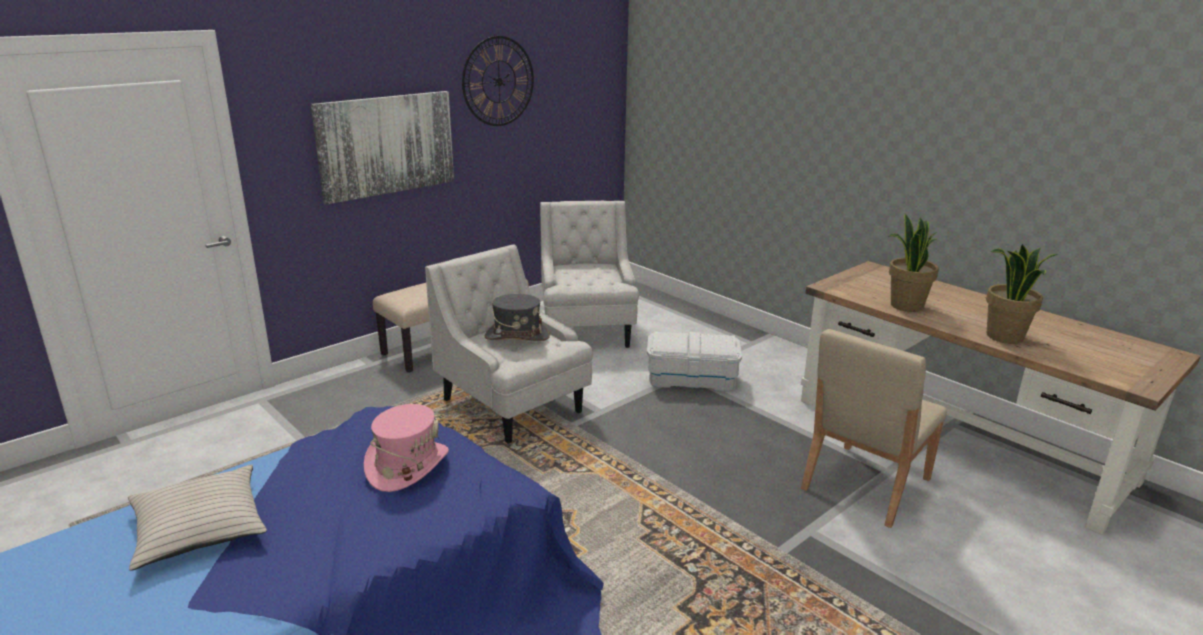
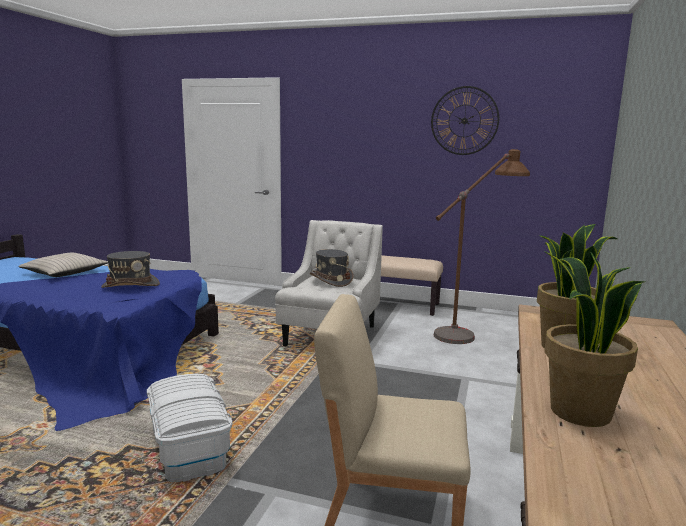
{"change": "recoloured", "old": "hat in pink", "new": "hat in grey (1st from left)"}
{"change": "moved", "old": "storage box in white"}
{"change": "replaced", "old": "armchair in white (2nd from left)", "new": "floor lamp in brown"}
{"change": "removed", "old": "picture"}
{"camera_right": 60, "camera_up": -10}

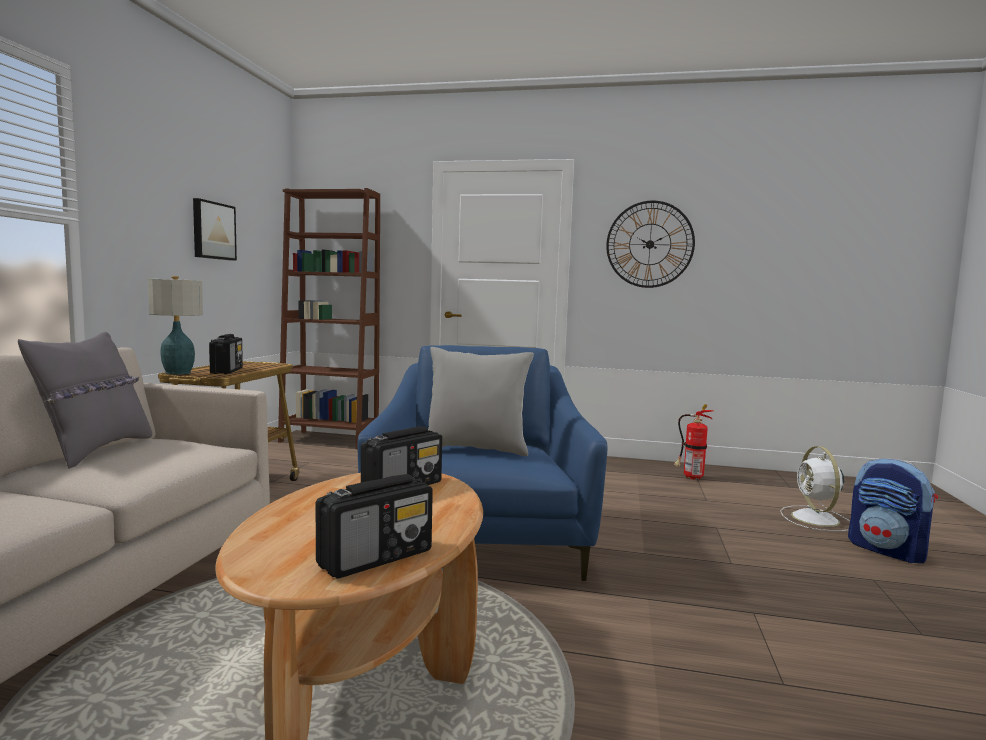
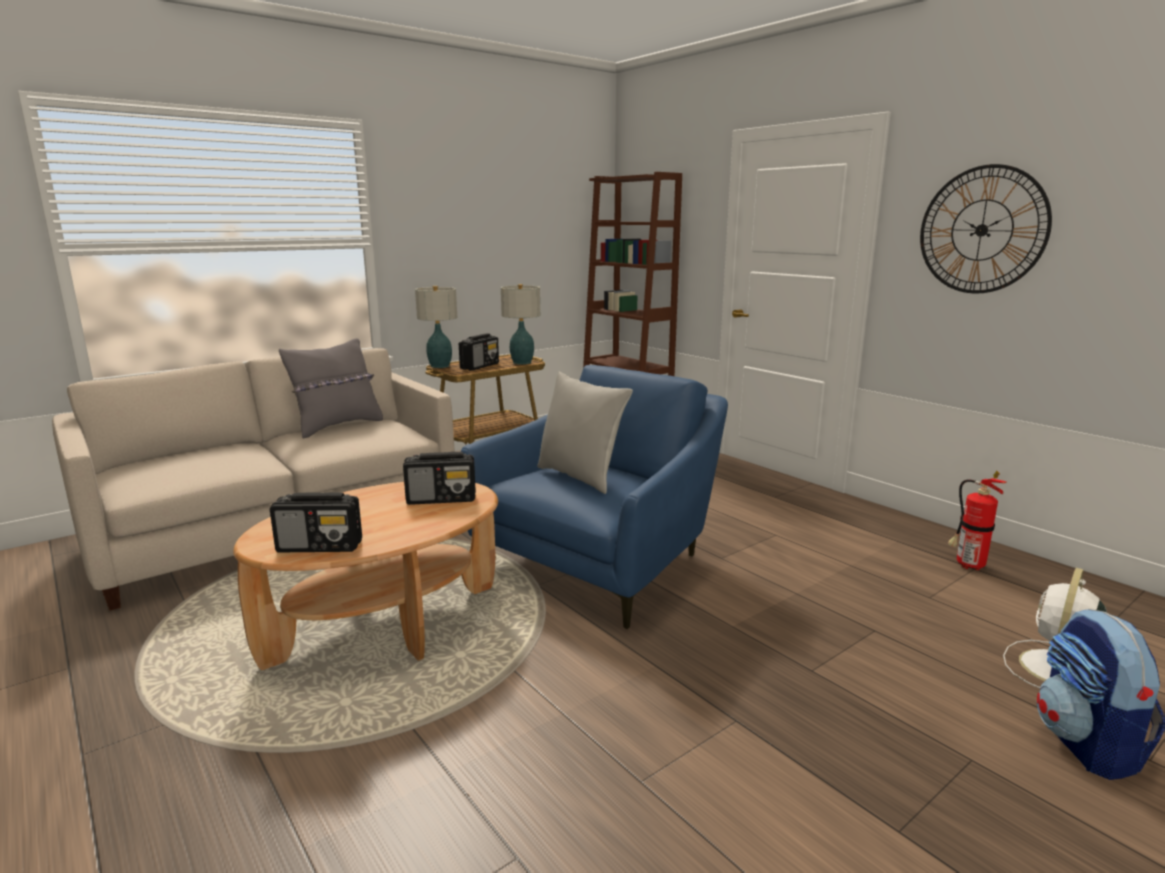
{"change": "added", "new": "table lamp (2nd from left)"}
{"change": "removed", "old": "picture"}
{"camera_right": 40, "camera_up": 10}

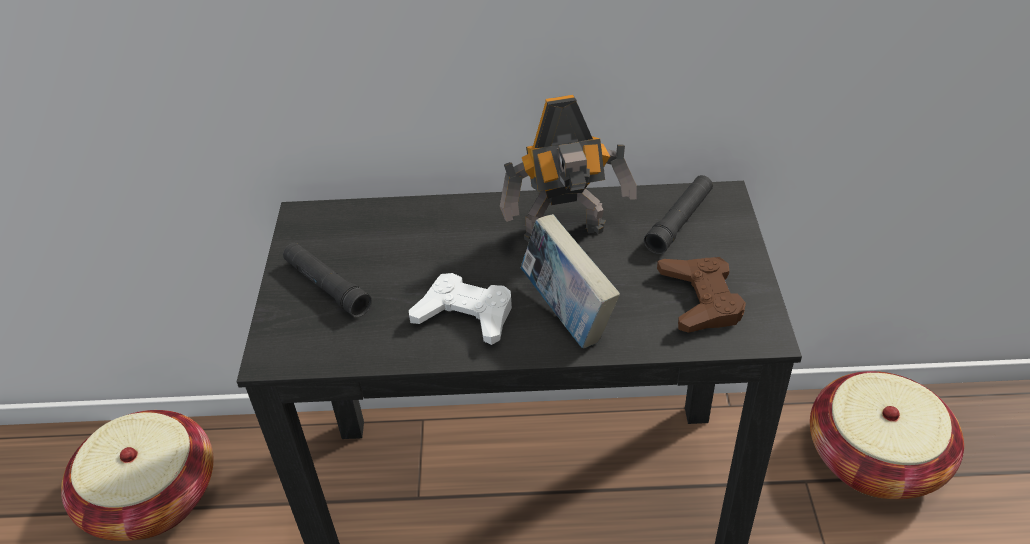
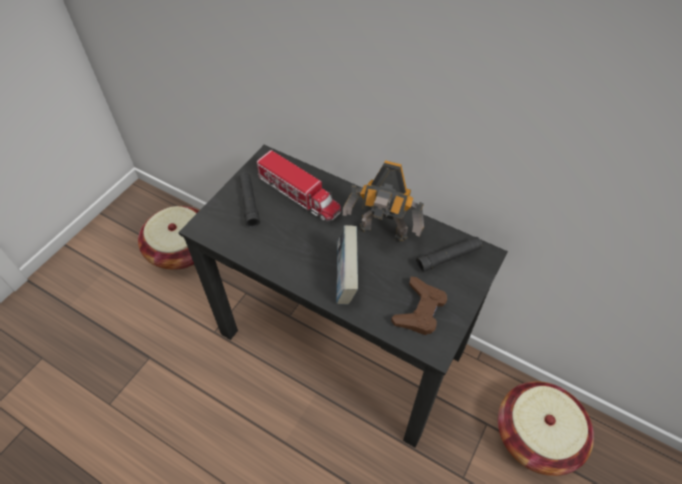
{"change": "added", "new": "toy truck"}
{"change": "removed", "old": "game controller in white"}
{"camera_right": 30, "camera_up": 10}

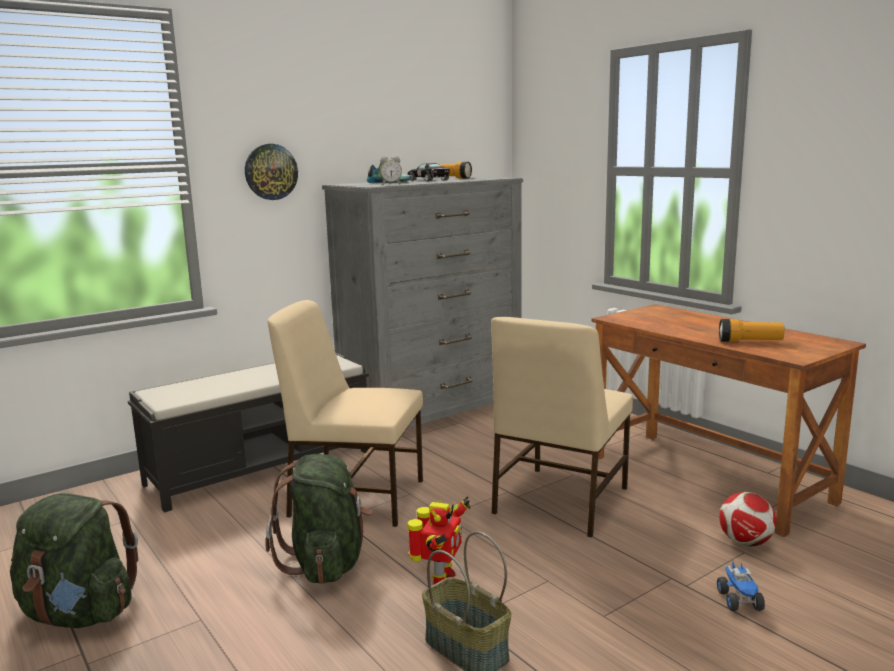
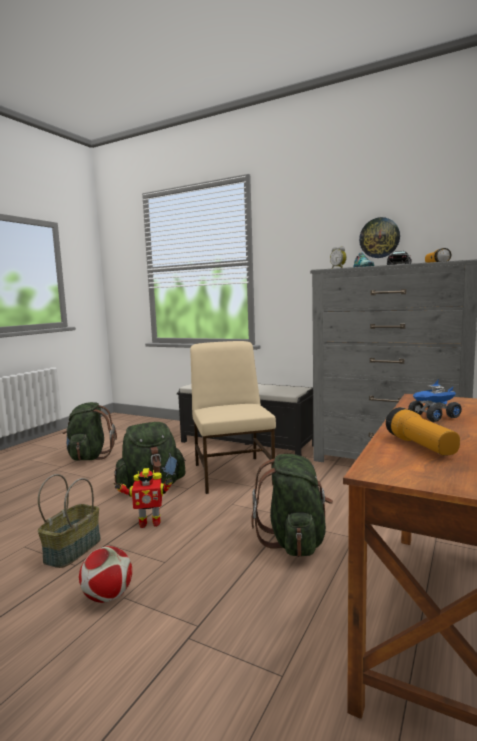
{"change": "moved", "old": "football"}
{"change": "replaced", "old": "chair in beige (2nd from left)", "new": "backpack in green (3rd from left)"}
{"change": "moved", "old": "wall clock"}
{"change": "moved", "old": "toy truck"}
{"camera_right": 65, "camera_up": -5}

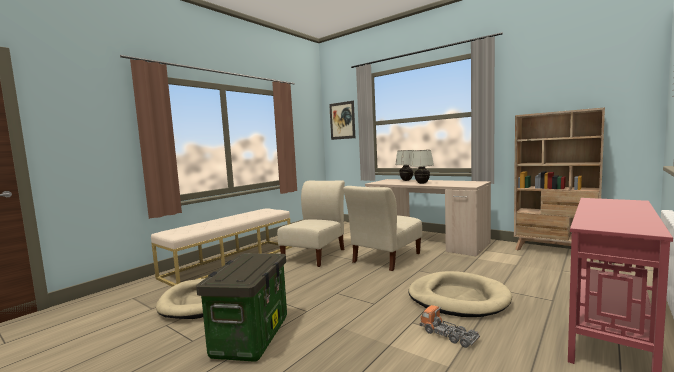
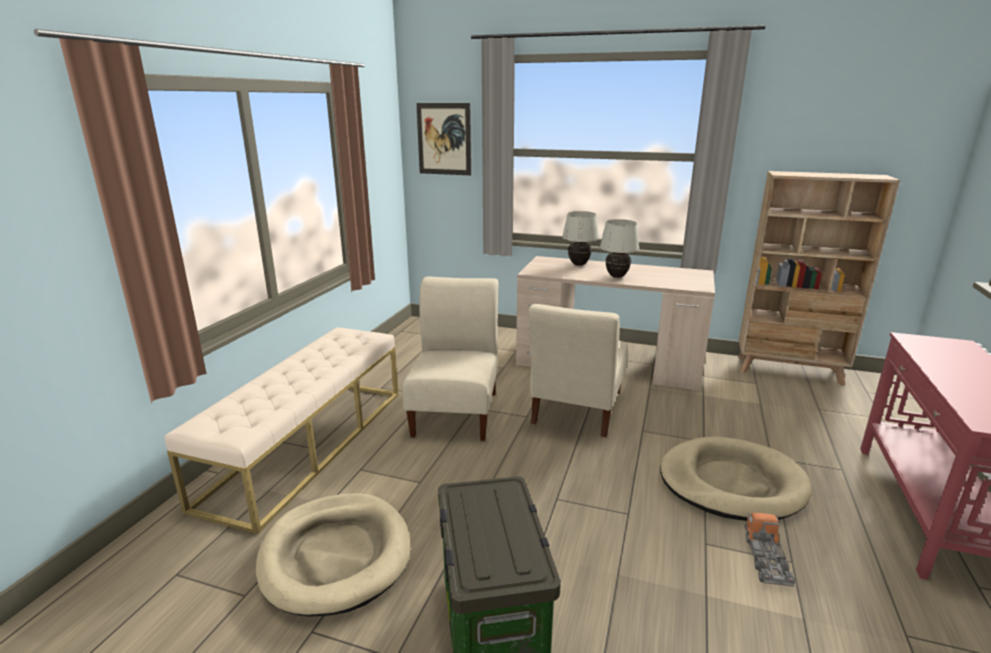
{"change": "turned", "old": "toy truck", "degrees": 75}
{"camera_right": -20, "camera_up": 15}

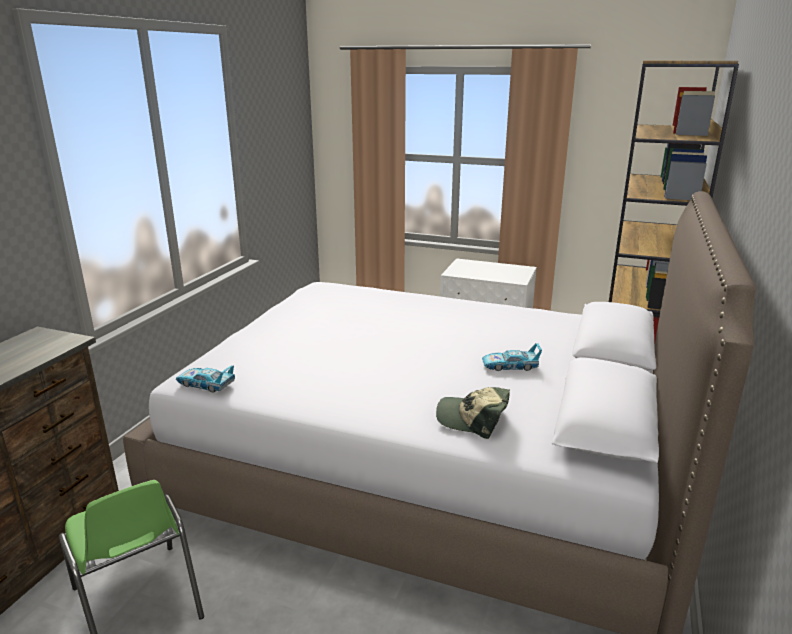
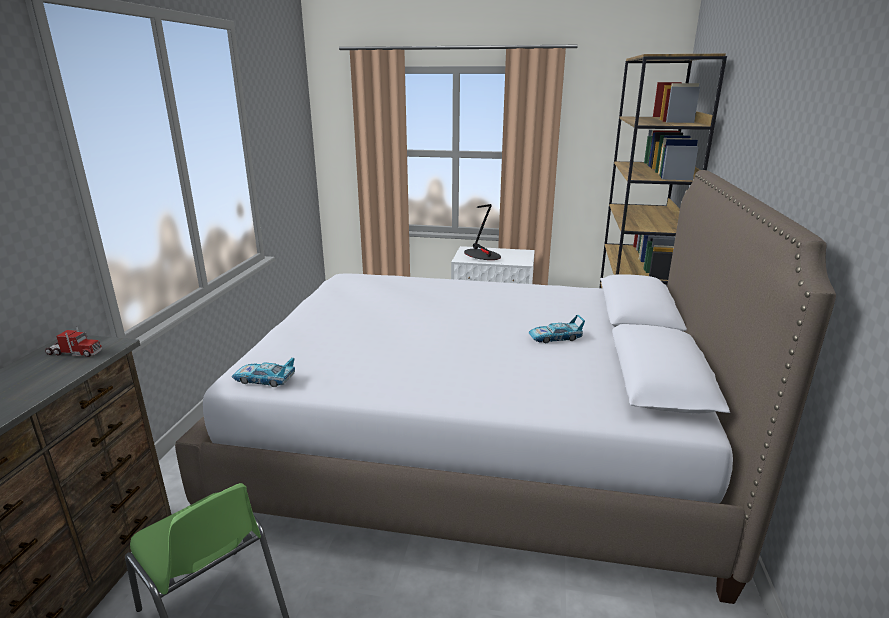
{"change": "added", "new": "toy truck"}
{"change": "added", "new": "table lamp"}
{"change": "removed", "old": "cap"}
{"camera_right": -10, "camera_up": 0}

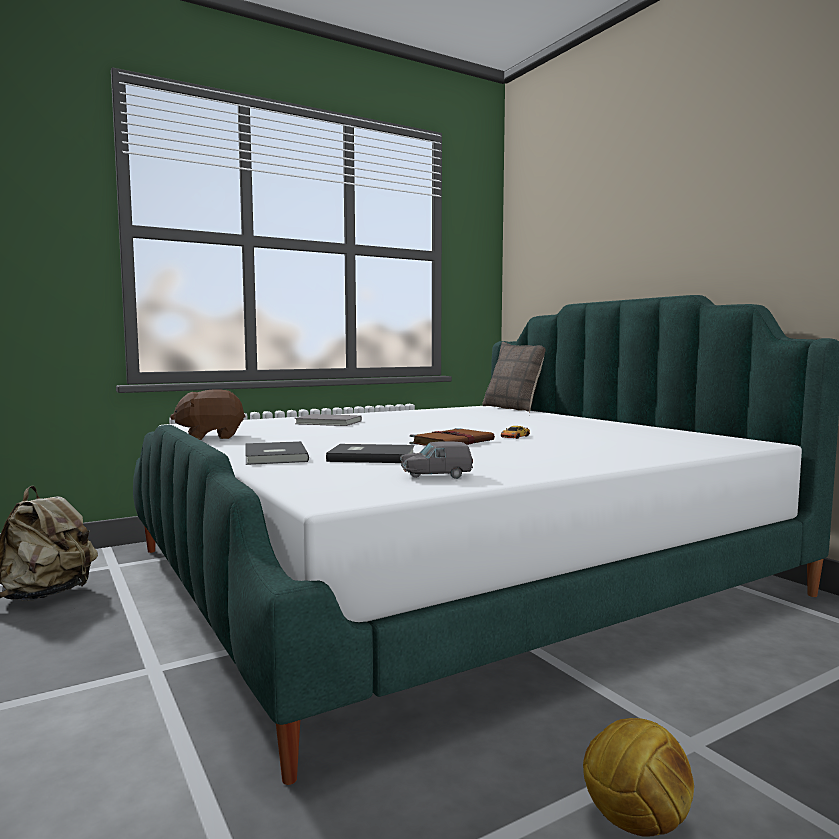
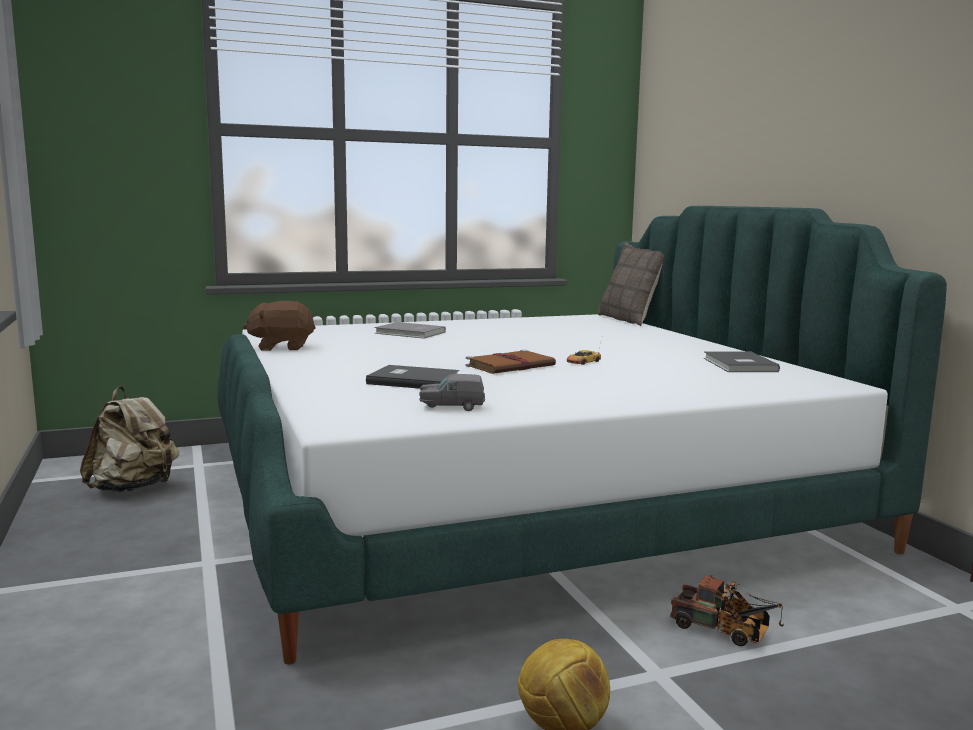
{"change": "added", "new": "toy truck"}
{"change": "moved", "old": "book in grey (1st from left in the first image)", "new": "book in grey (3rd from left)"}
{"camera_right": 10, "camera_up": 5}

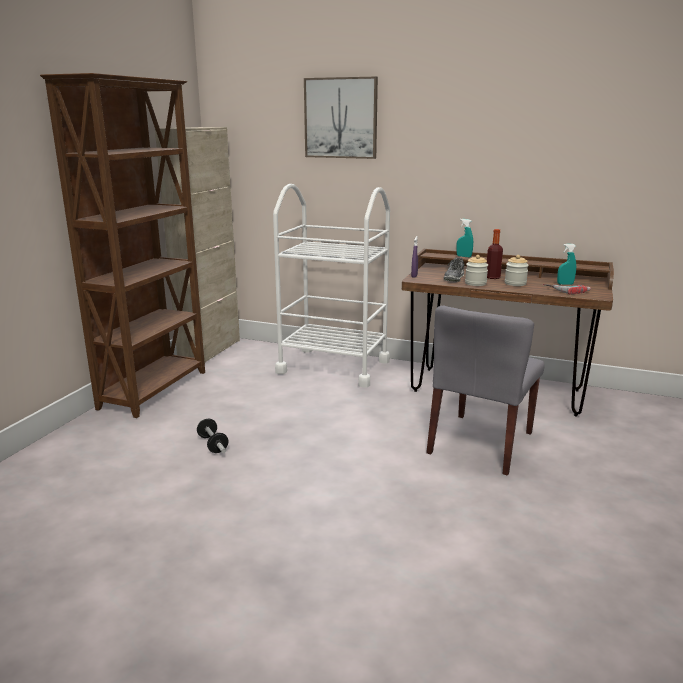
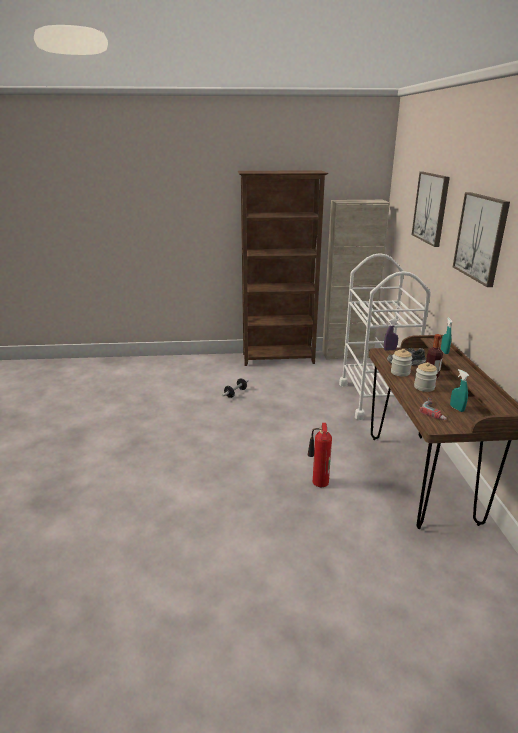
{"change": "replaced", "old": "chair in grey", "new": "fire extinguisher"}
{"change": "added", "new": "picture (2nd from left)"}
{"camera_right": 65, "camera_up": 5}

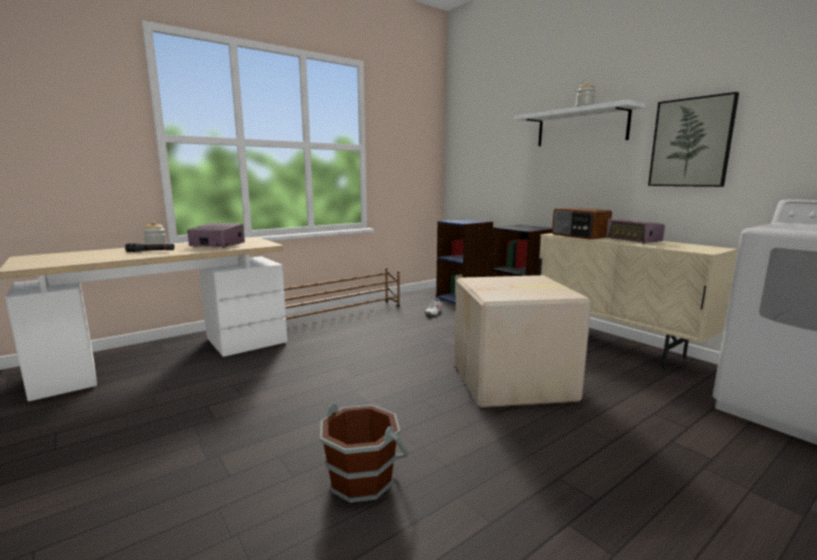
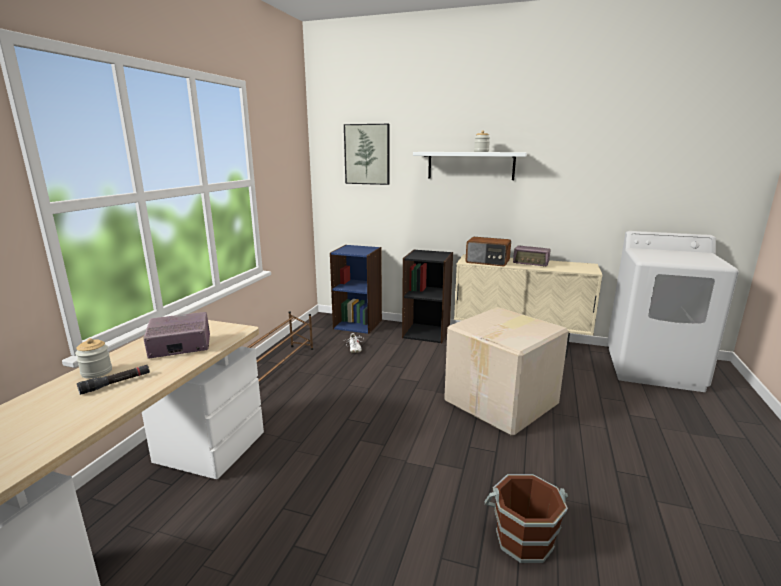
{"change": "moved", "old": "picture"}
{"camera_right": -35, "camera_up": 5}

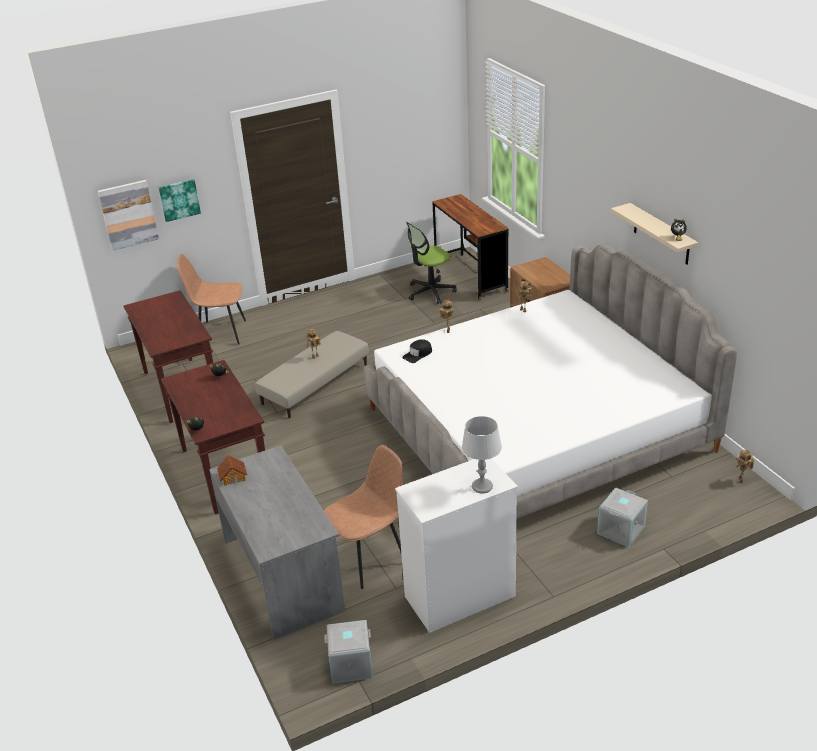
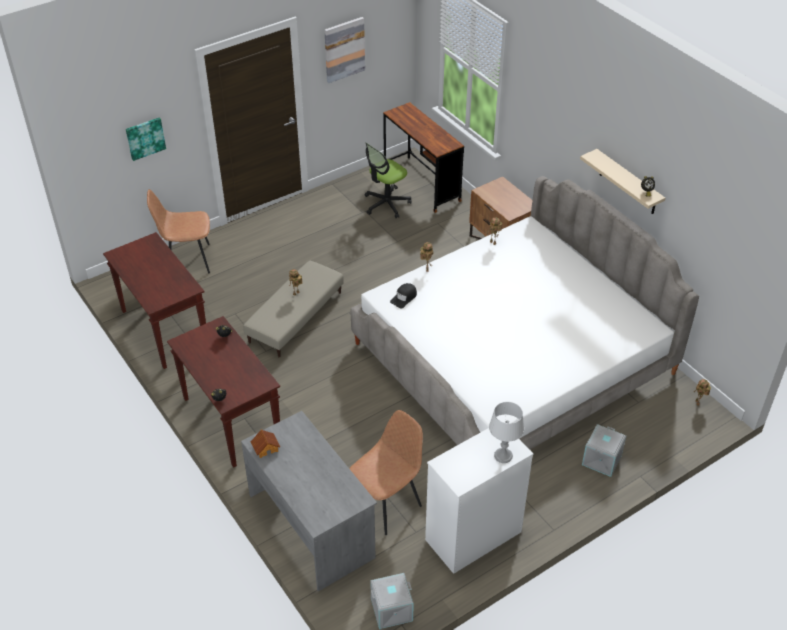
{"change": "moved", "old": "picture (1st from left in the first image)", "new": "picture (2nd from left)"}
{"camera_right": -10, "camera_up": 10}

